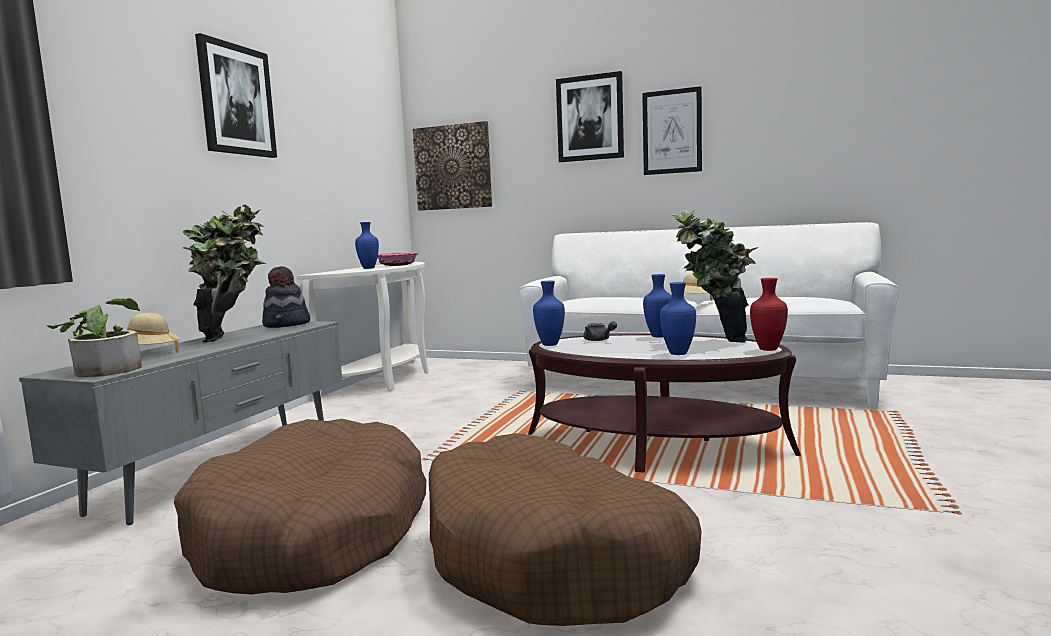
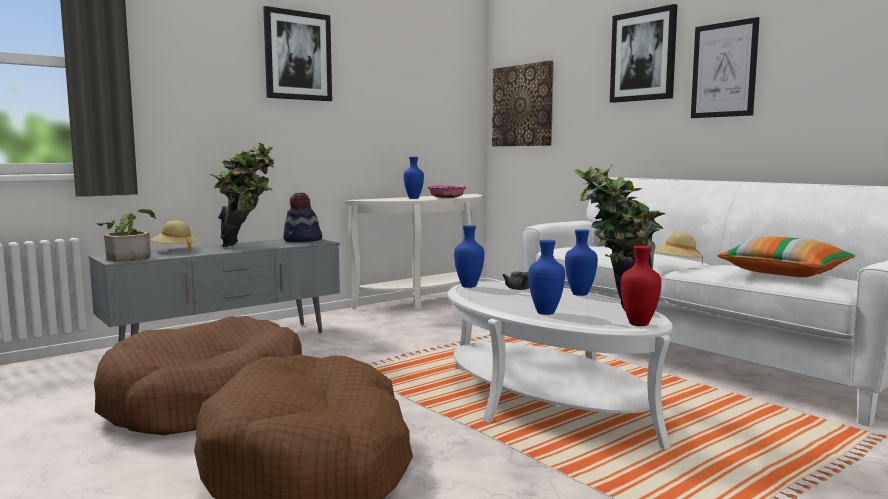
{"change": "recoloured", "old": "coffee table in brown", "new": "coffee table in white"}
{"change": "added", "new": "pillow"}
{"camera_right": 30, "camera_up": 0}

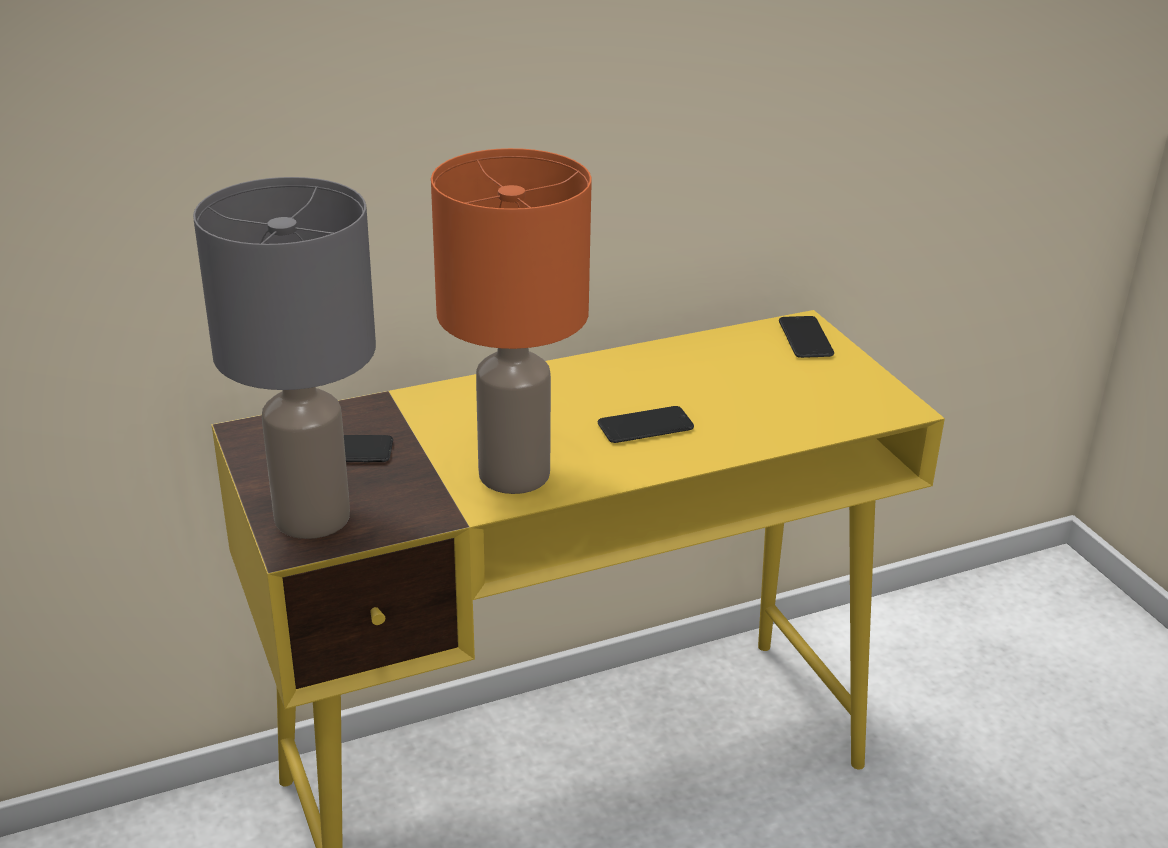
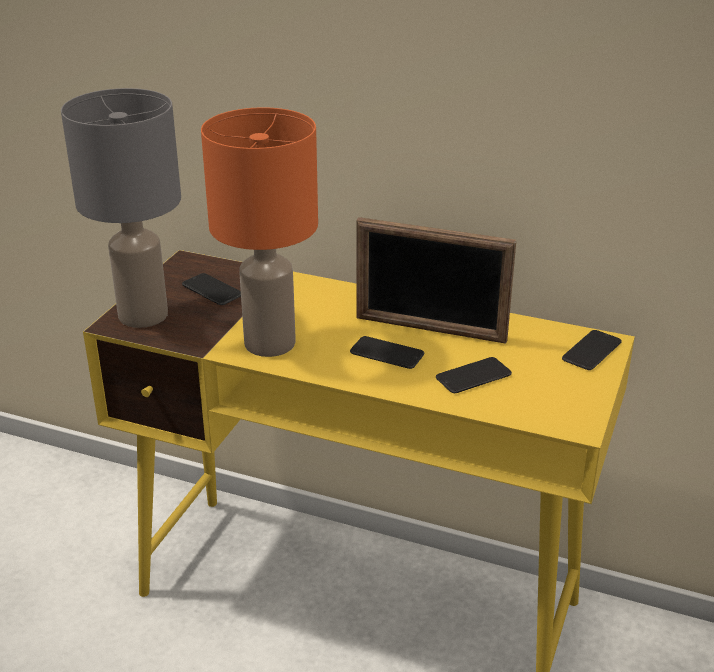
{"change": "added", "new": "picture frame"}
{"change": "added", "new": "phone (3rd from left)"}
{"camera_right": 45, "camera_up": 0}

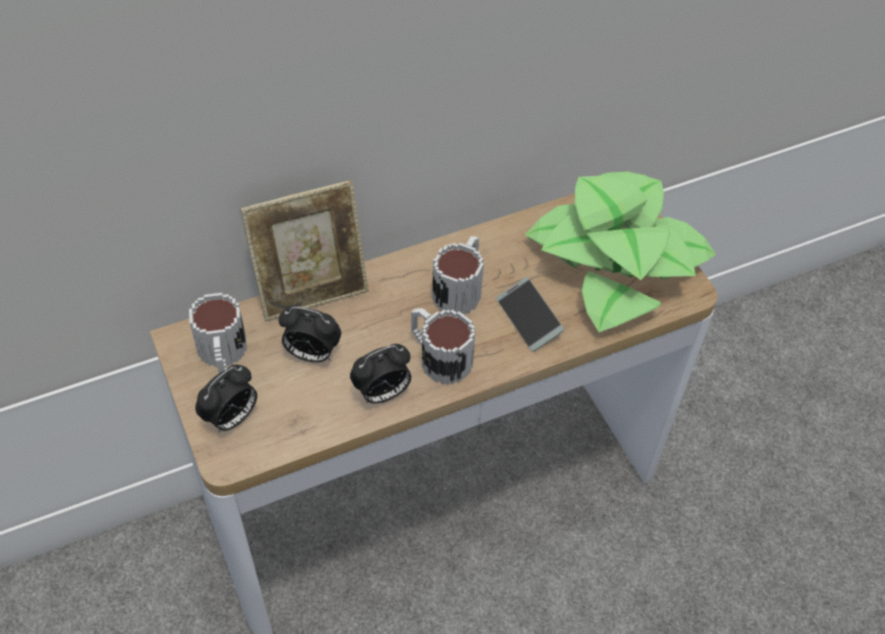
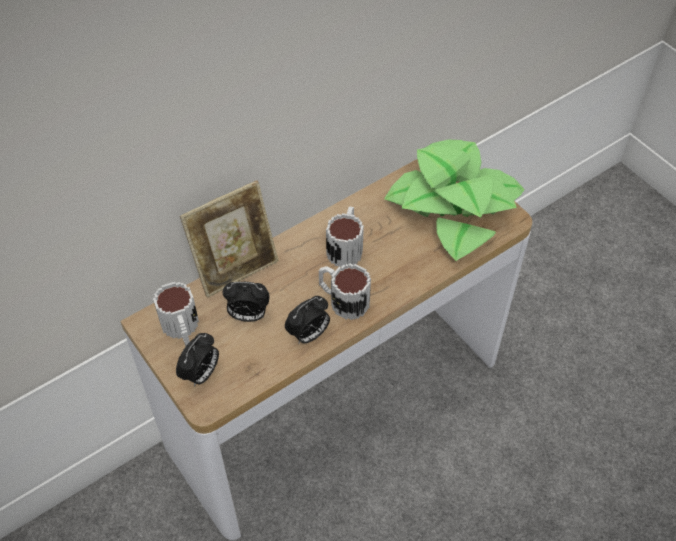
{"change": "removed", "old": "phone"}
{"camera_right": -10, "camera_up": 0}

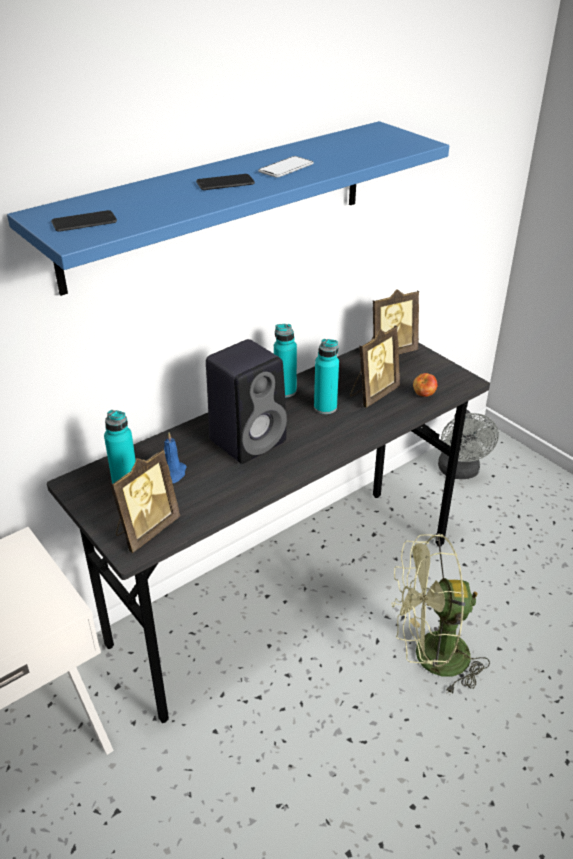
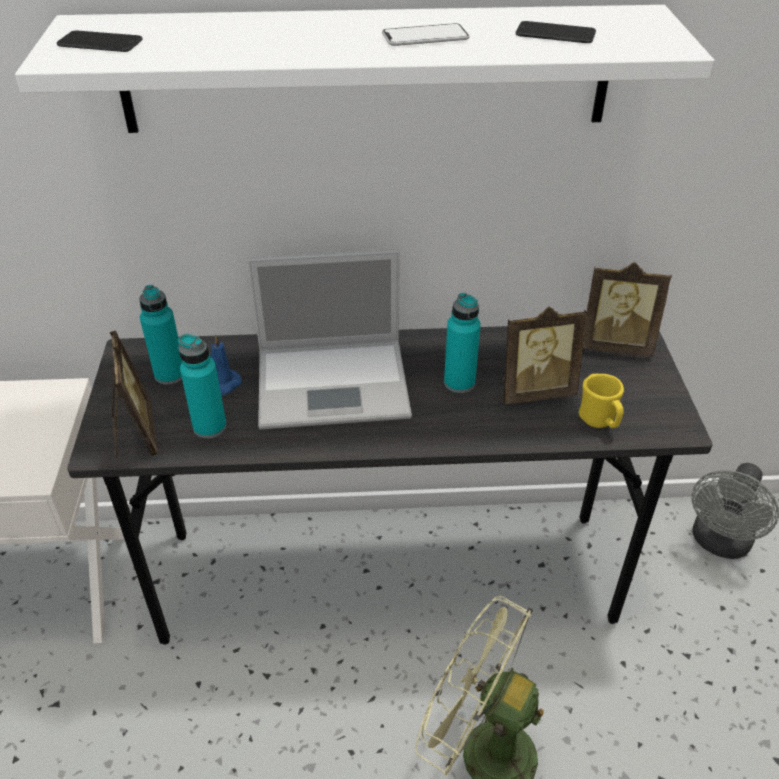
{"change": "recoloured", "old": "shelf in blue", "new": "shelf in white"}
{"change": "turned", "old": "picture frame (1st from left)", "degrees": -90}
{"change": "moved", "old": "bottle in turquoise (2nd from left)"}
{"change": "replaced", "old": "speaker in black", "new": "laptop"}
{"change": "moved", "old": "phone (2nd from left in the first image)", "new": "phone (3rd from left)"}
{"change": "replaced", "old": "apple", "new": "mug in yellow"}
{"camera_right": 35, "camera_up": 5}

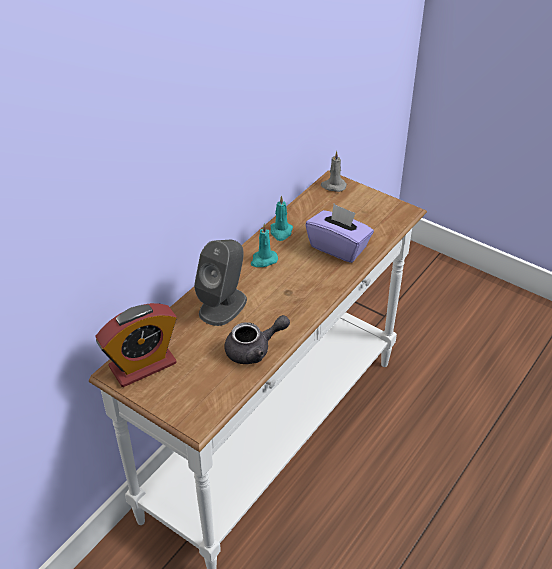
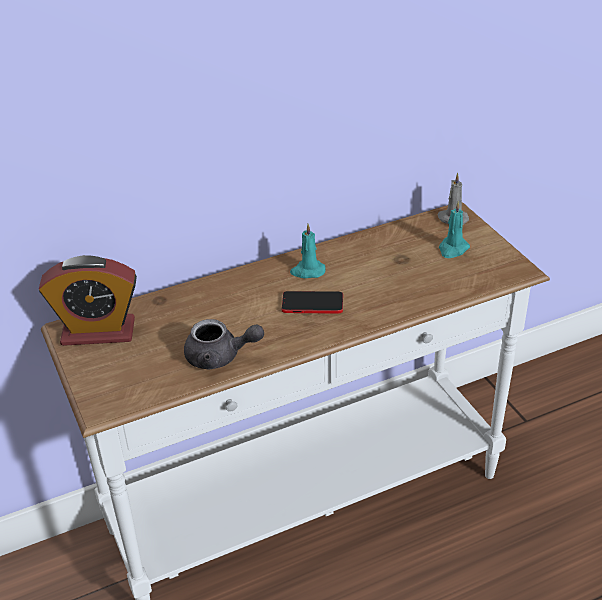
{"change": "added", "new": "phone"}
{"change": "moved", "old": "candle in turquoise (2nd from left)"}
{"change": "removed", "old": "speaker in grey"}
{"change": "removed", "old": "tissue box in purple"}
{"camera_right": 30, "camera_up": -5}

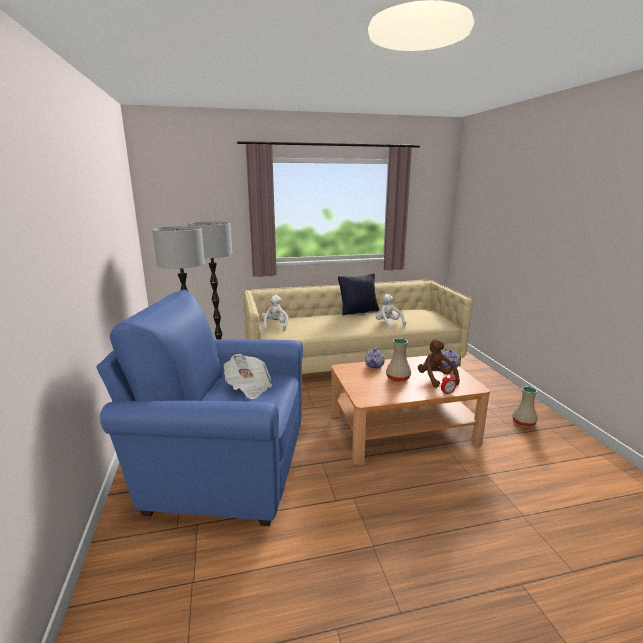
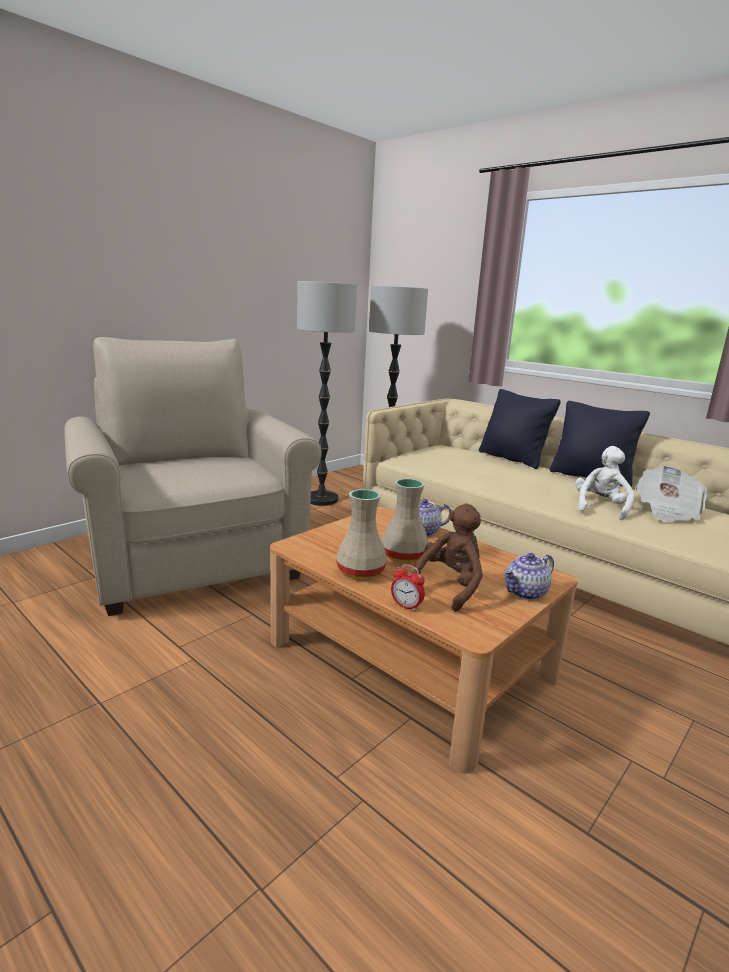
{"change": "recoloured", "old": "armchair in blue", "new": "armchair in beige"}
{"change": "moved", "old": "vase in beige (2nd from left in the first image)", "new": "vase in beige (1st from left)"}
{"change": "added", "new": "pillow in black (1st from left)"}
{"change": "moved", "old": "newspaper"}
{"change": "removed", "old": "plush toy in white (1st from left)"}
{"camera_right": 55, "camera_up": 0}

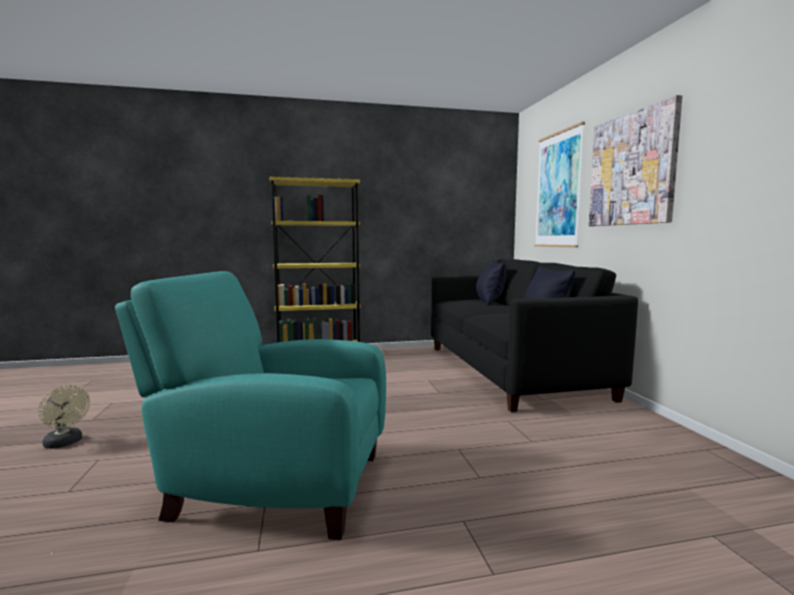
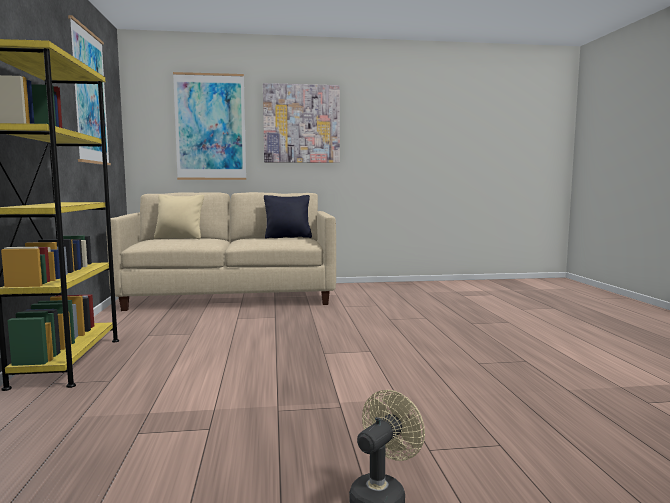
{"change": "added", "new": "picture (1st from left)"}
{"change": "recoloured", "old": "sofa in black", "new": "sofa in beige"}
{"change": "recoloured", "old": "pillow in black (1st from left)", "new": "pillow in beige"}
{"change": "removed", "old": "armchair in turquoise"}
{"camera_right": -85, "camera_up": 0}

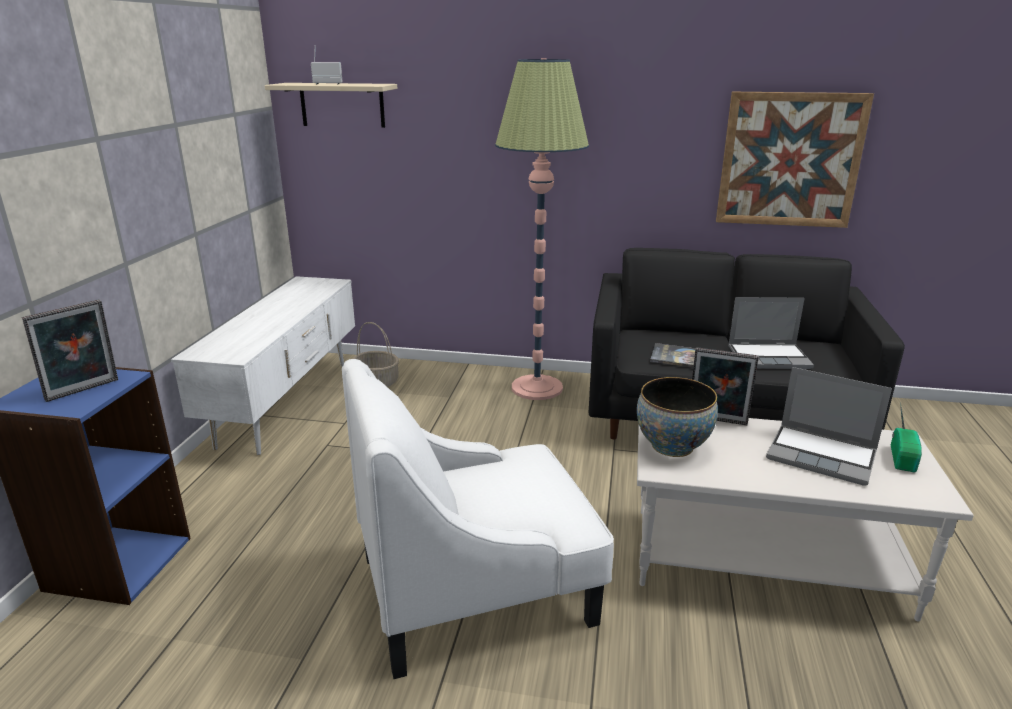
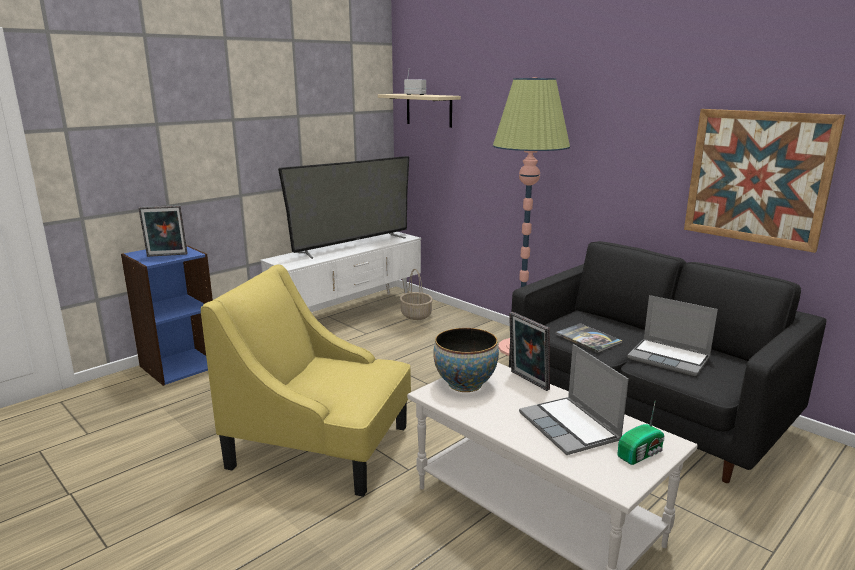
{"change": "recoloured", "old": "armchair in white", "new": "armchair in yellow"}
{"change": "added", "new": "television"}
{"camera_right": 35, "camera_up": -5}

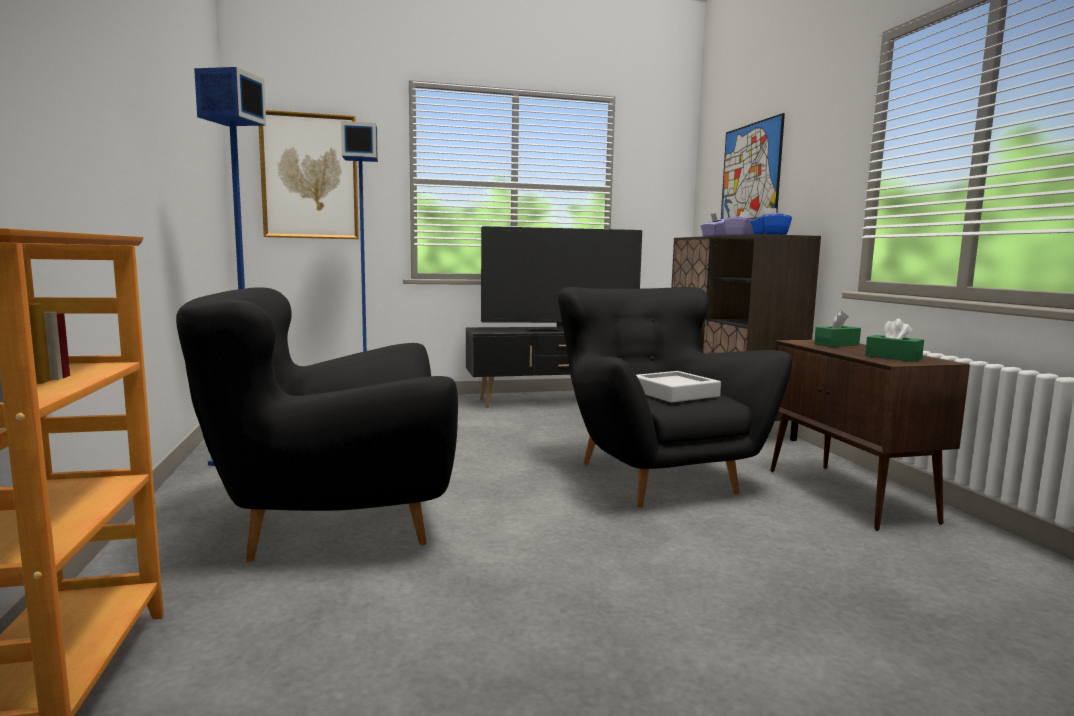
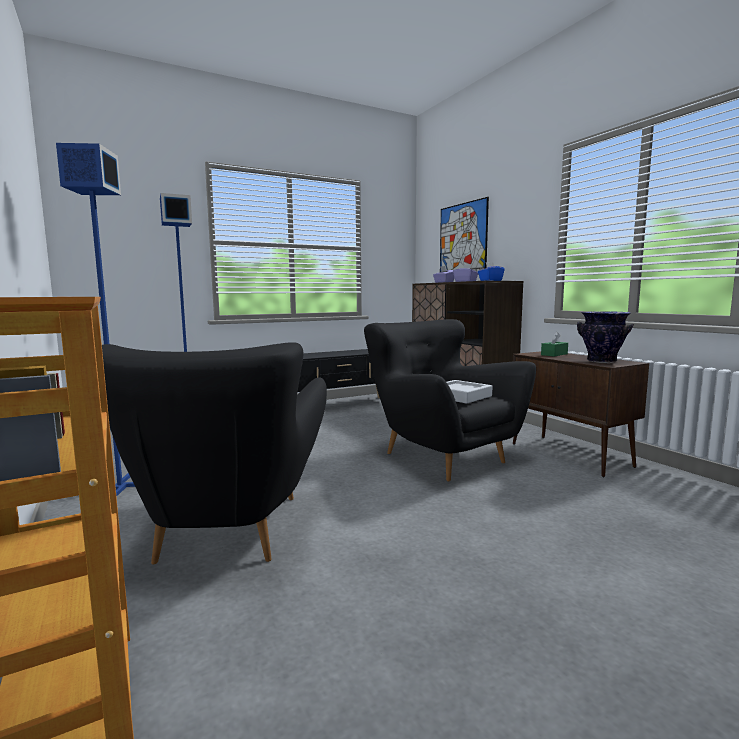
{"change": "turned", "old": "armchair in black (1st from left)", "degrees": -60}
{"change": "replaced", "old": "tissue box in green (2nd from left)", "new": "vase"}
{"change": "removed", "old": "picture (1st from left)"}
{"change": "removed", "old": "television"}
{"camera_right": -15, "camera_up": 0}

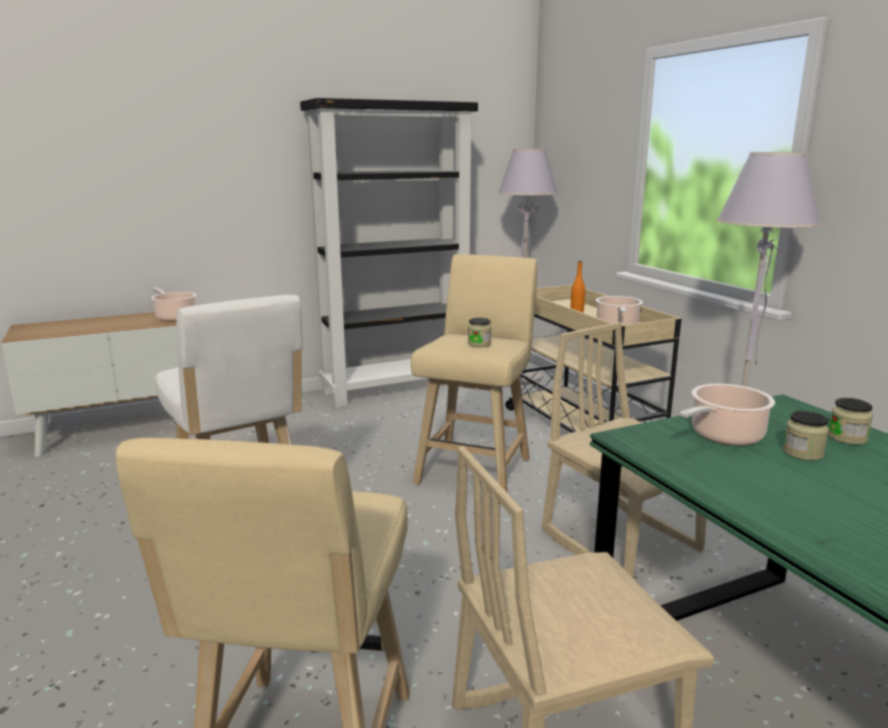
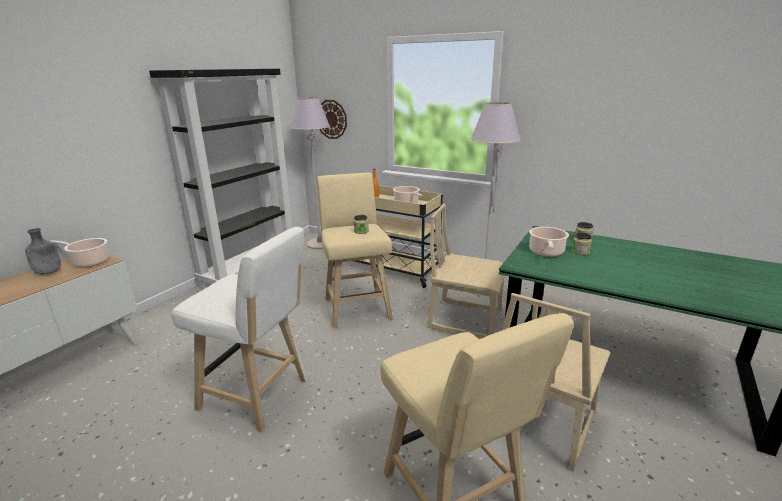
{"change": "added", "new": "bottle in grey"}
{"change": "added", "new": "wall clock"}
{"camera_right": -35, "camera_up": 5}

